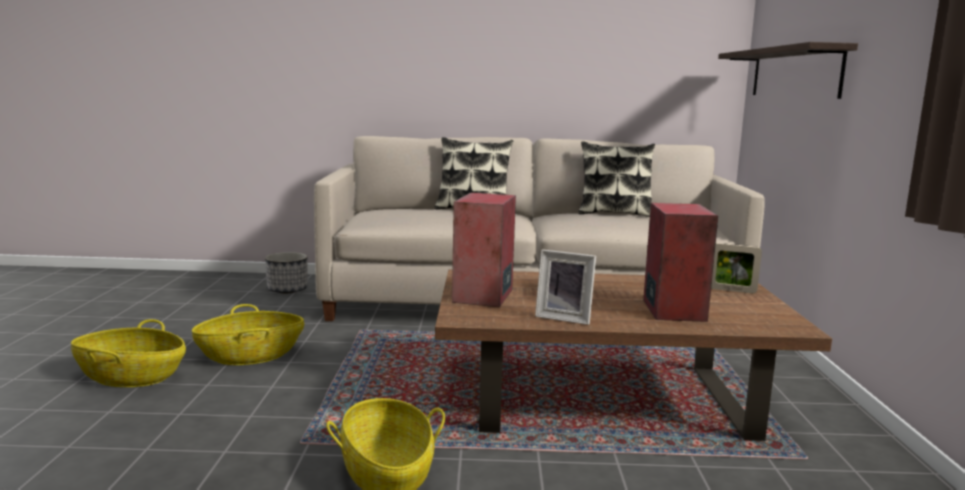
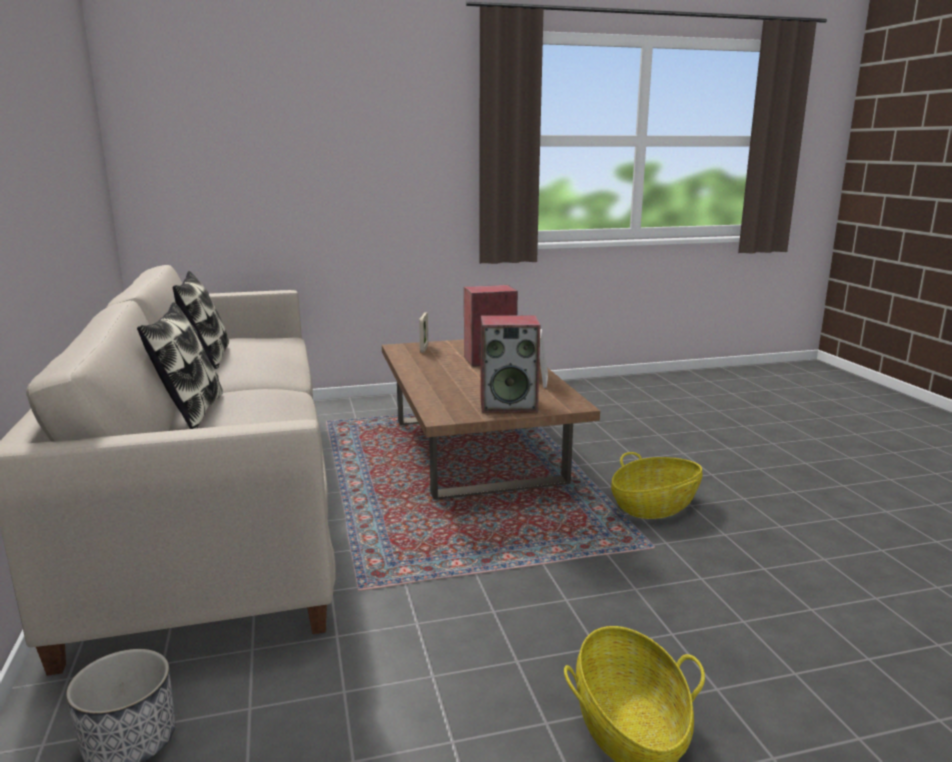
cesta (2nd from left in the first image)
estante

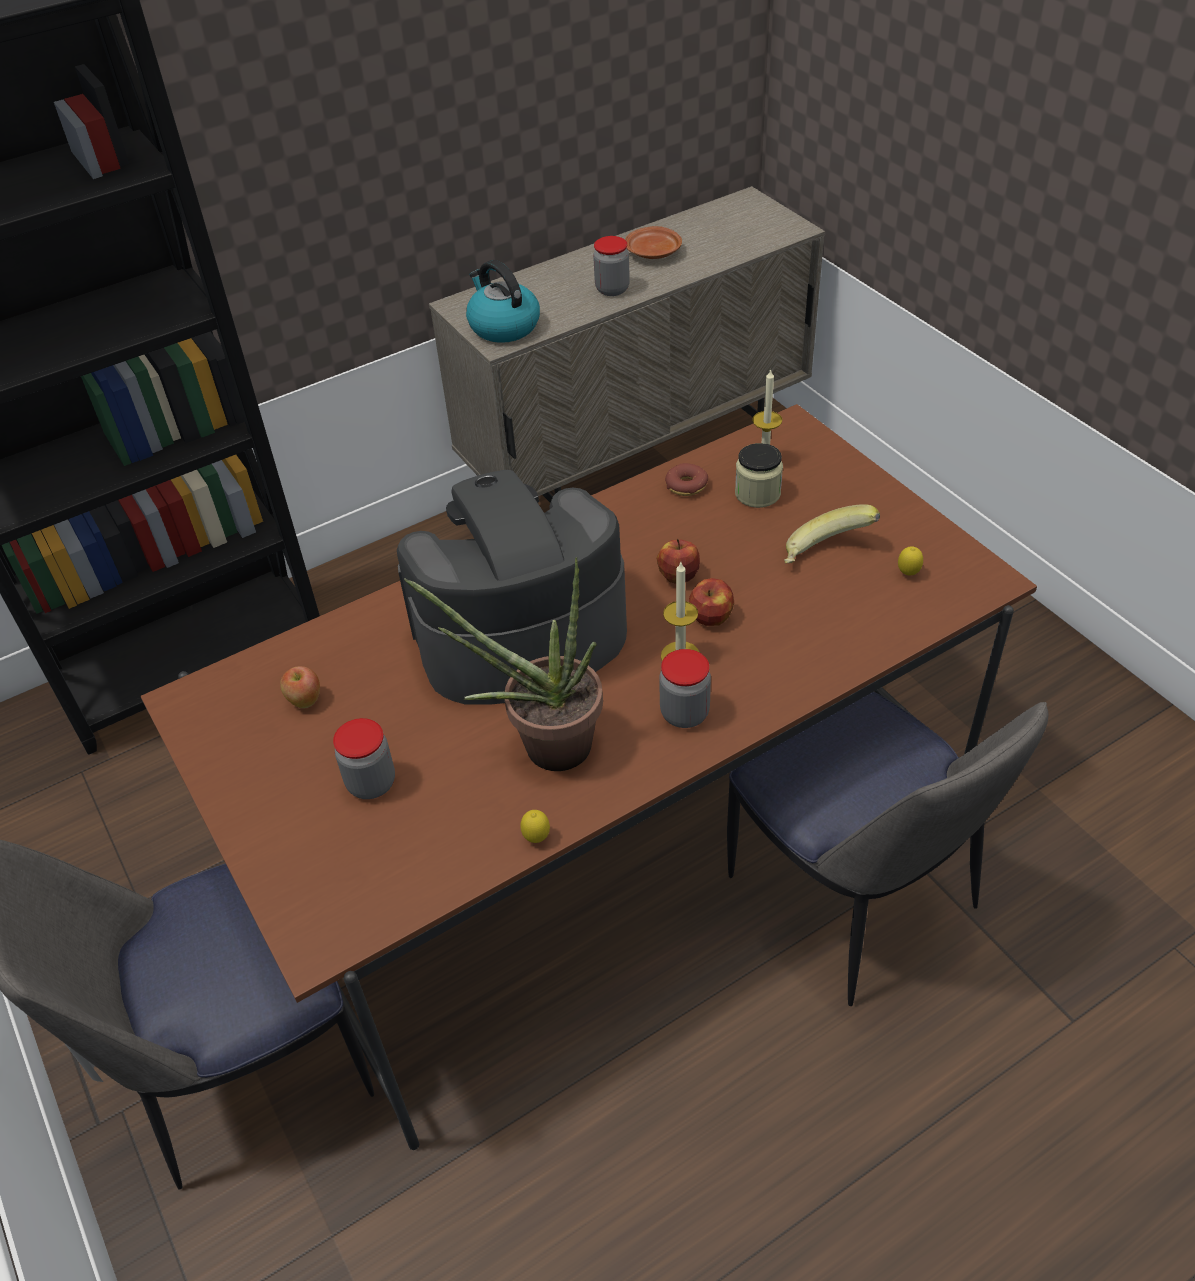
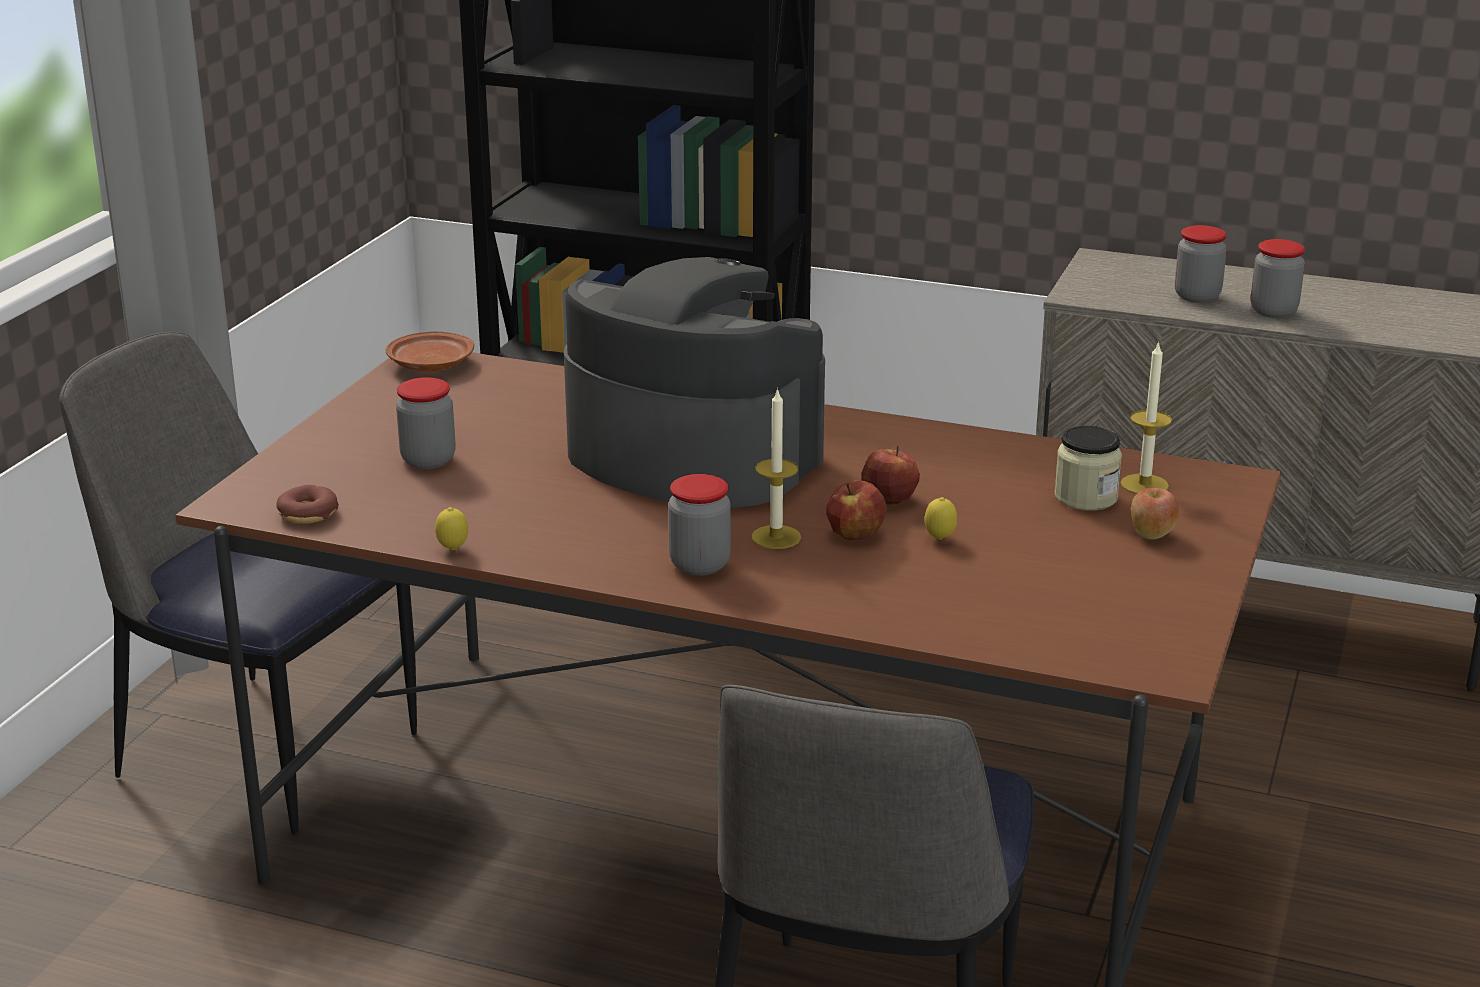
rosquilla
plato (marrón)
limón (2nd from left)
manzana (3rd from left)
tarro (4th from left)
planta en maceta
hervidor
plátano

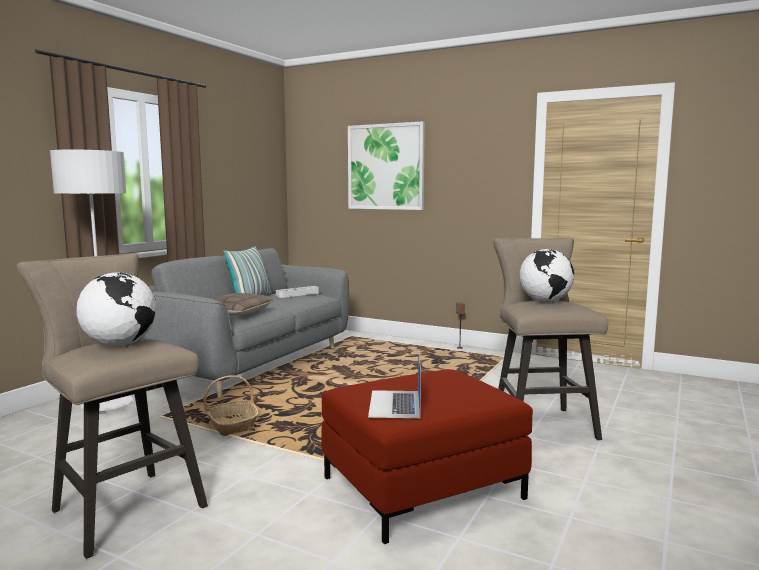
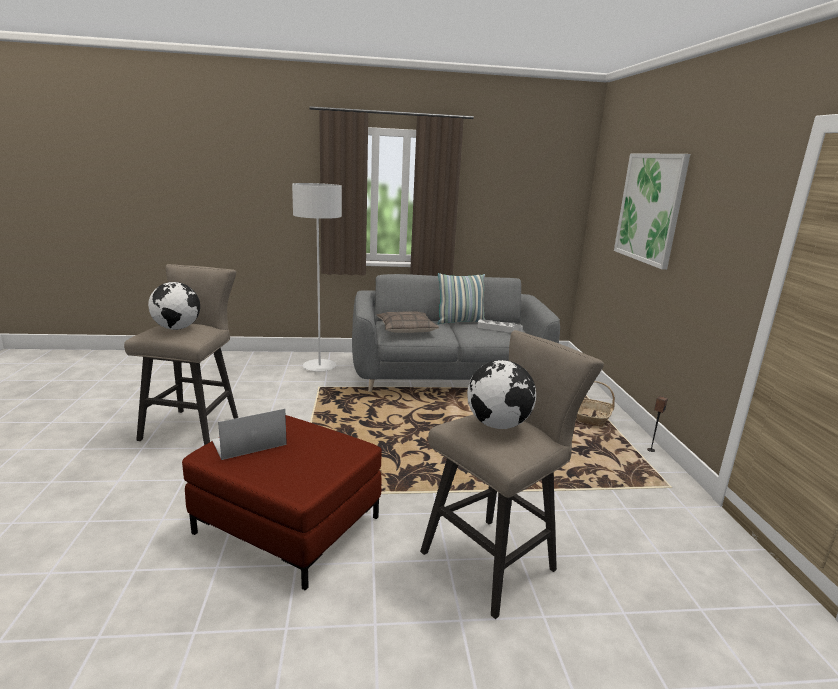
cesta

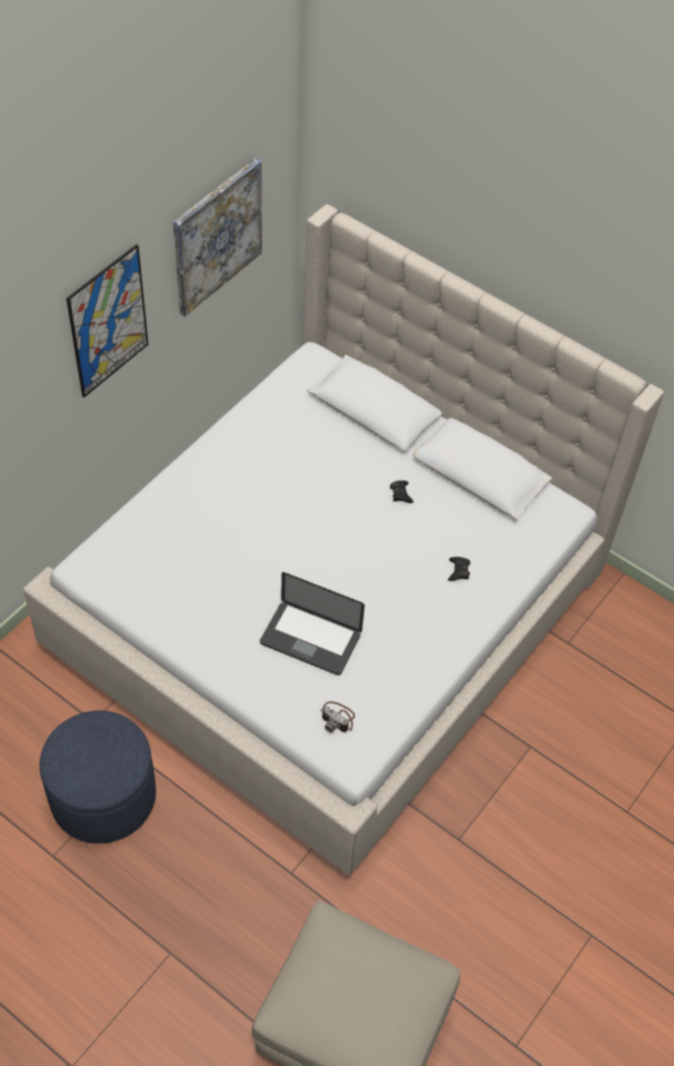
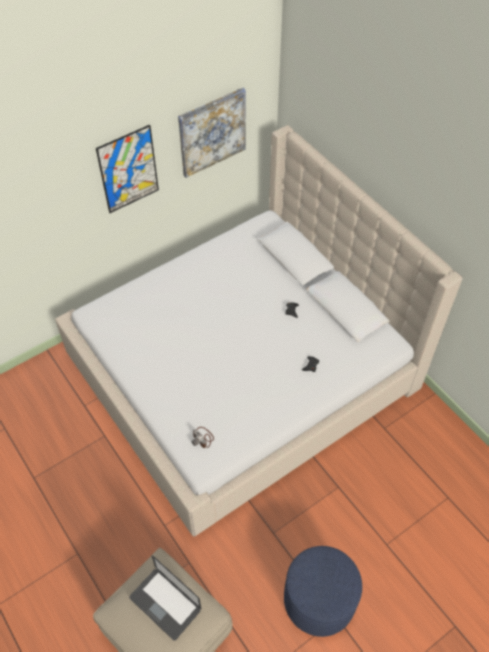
portátil
puf (azul)

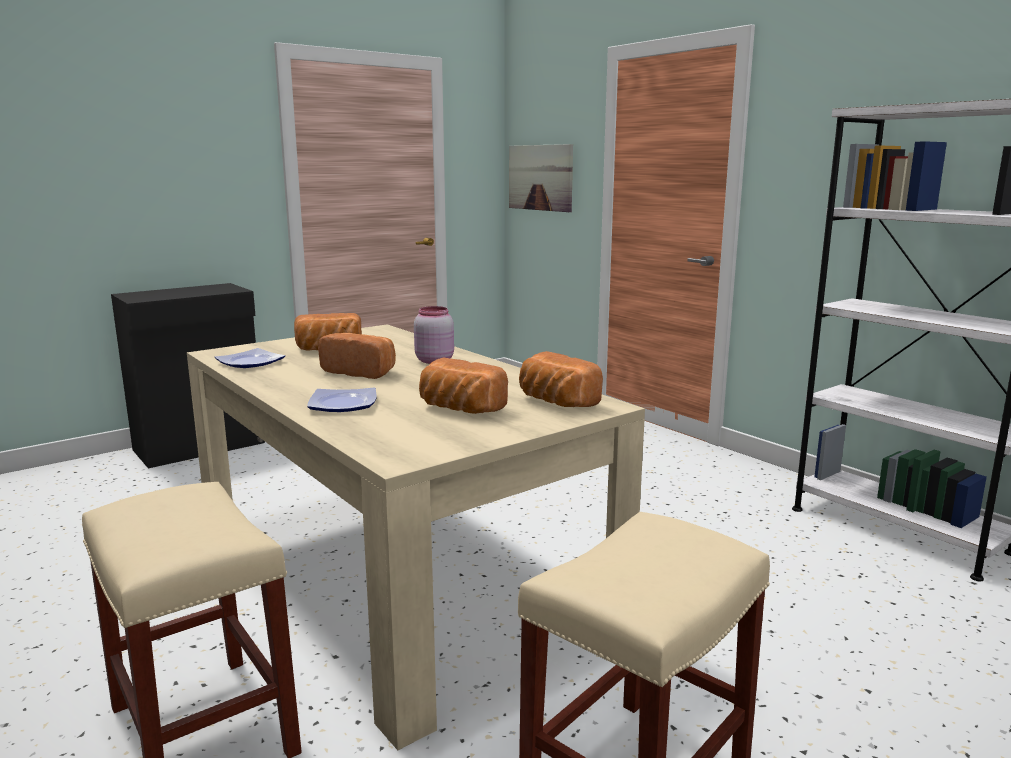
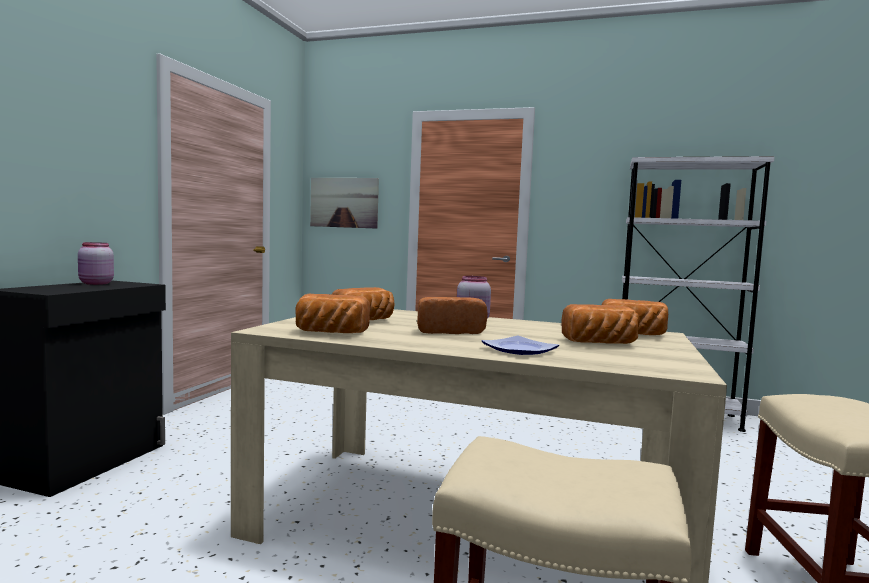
tarro (rosa) (1st from left)
pan (1st from left)

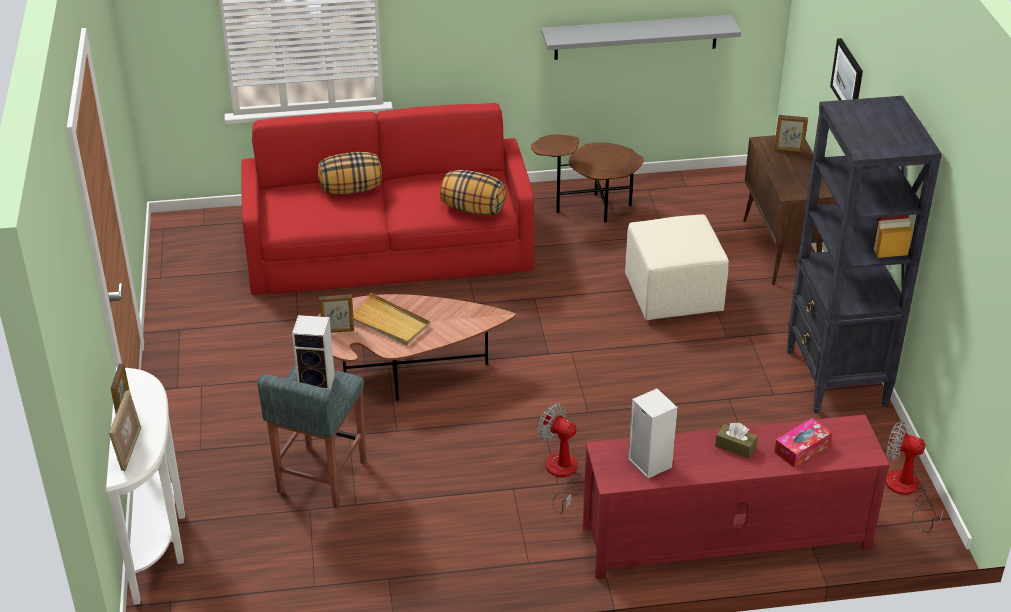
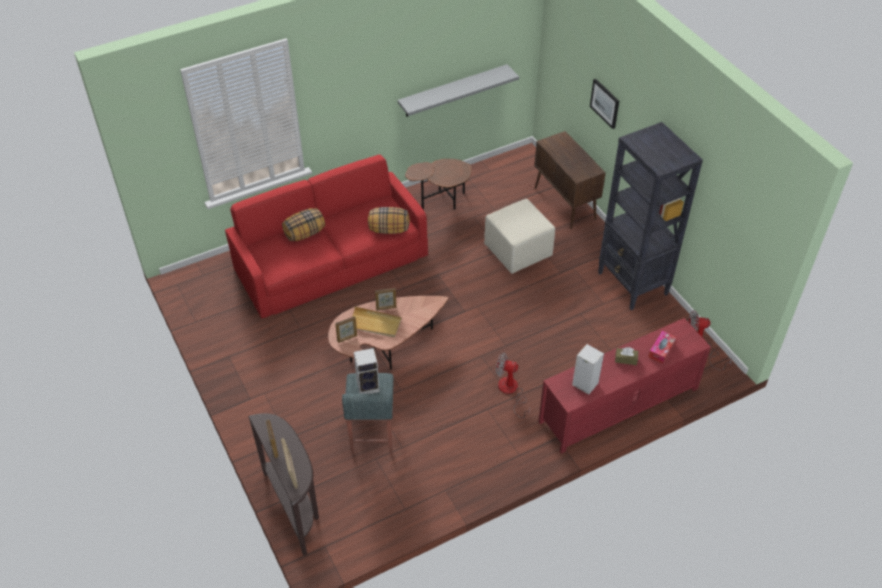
mesa consola (marrón)
portarretratos (4th from left)

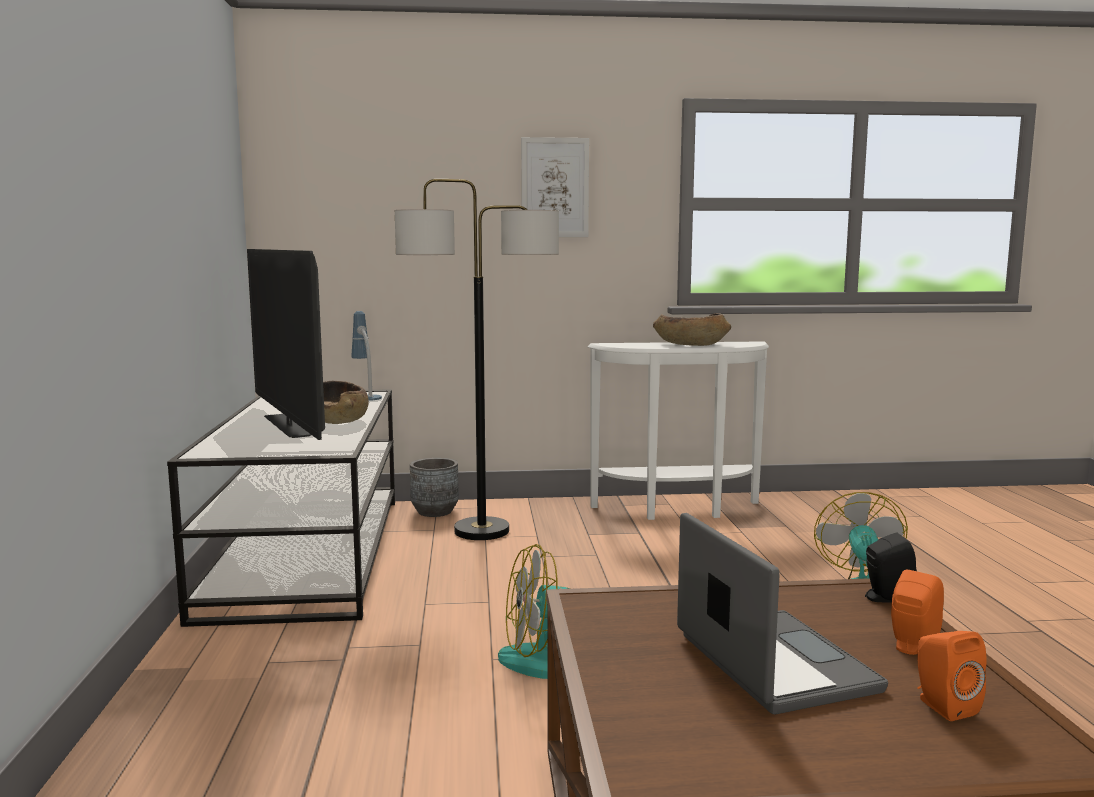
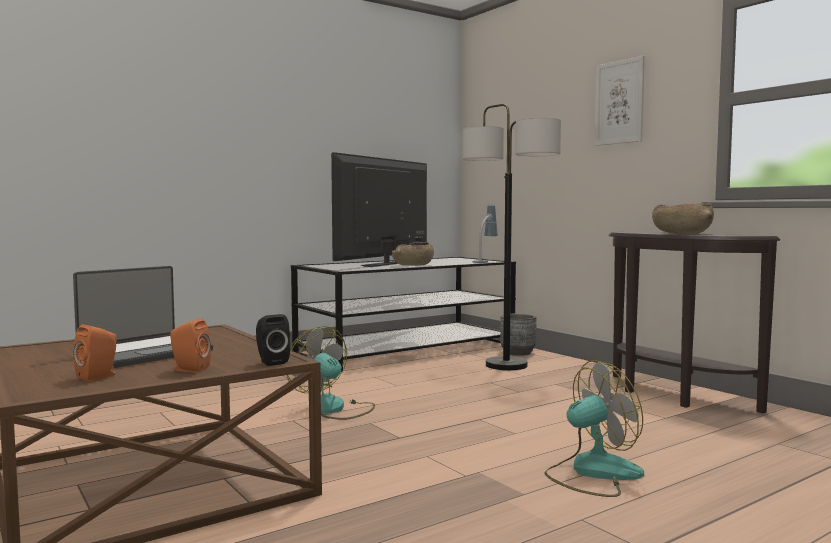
mesa consola (marrón)

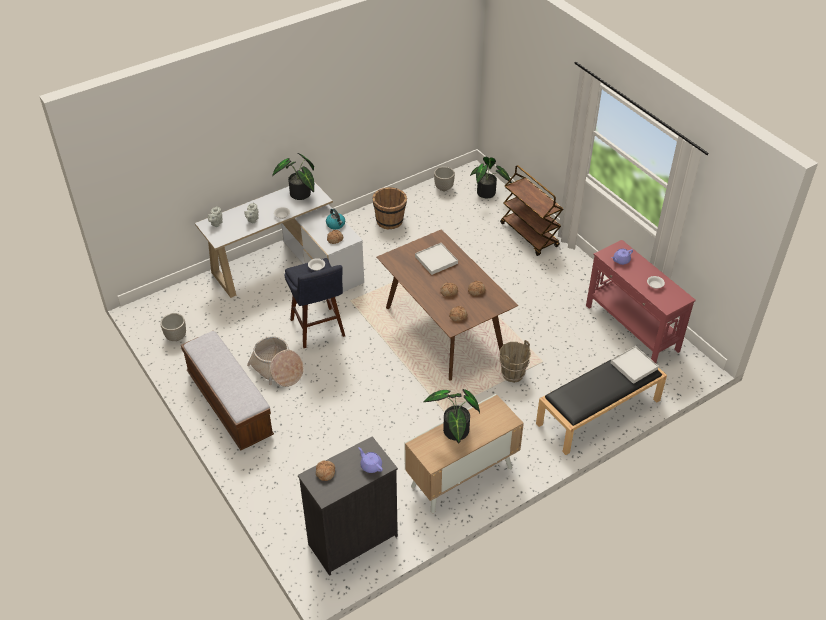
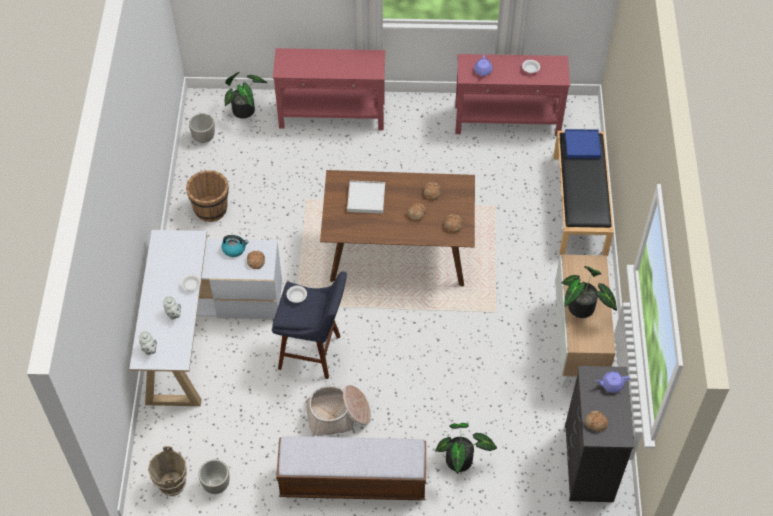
cubo (marrón) (1st from left)
mesa consola (rojo) (1st from left)
planta en maceta (2nd from left)
bandeja (azul)

